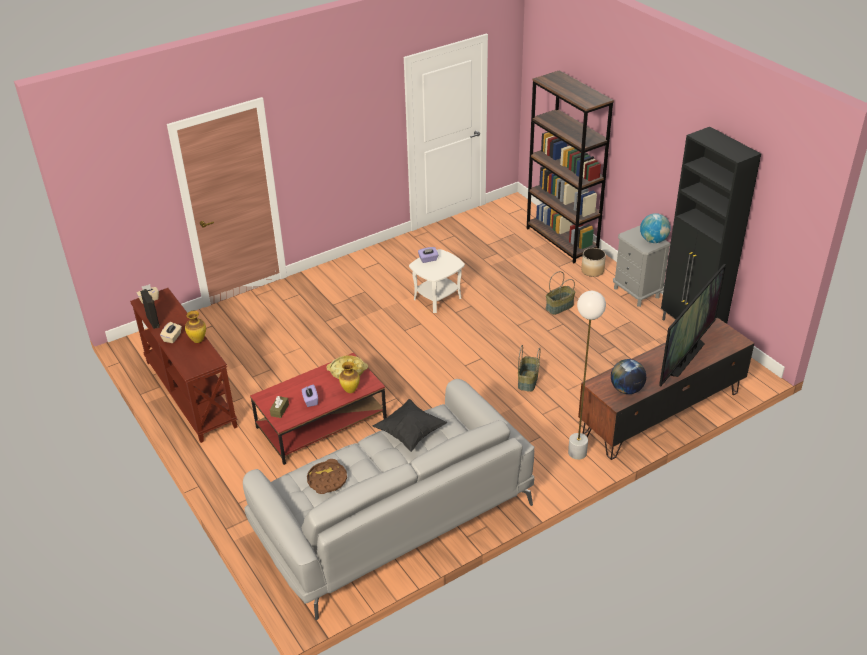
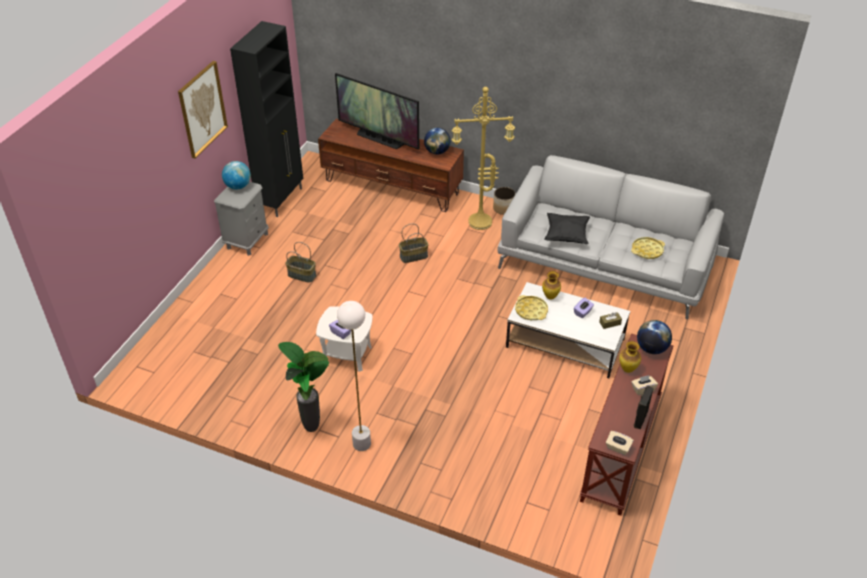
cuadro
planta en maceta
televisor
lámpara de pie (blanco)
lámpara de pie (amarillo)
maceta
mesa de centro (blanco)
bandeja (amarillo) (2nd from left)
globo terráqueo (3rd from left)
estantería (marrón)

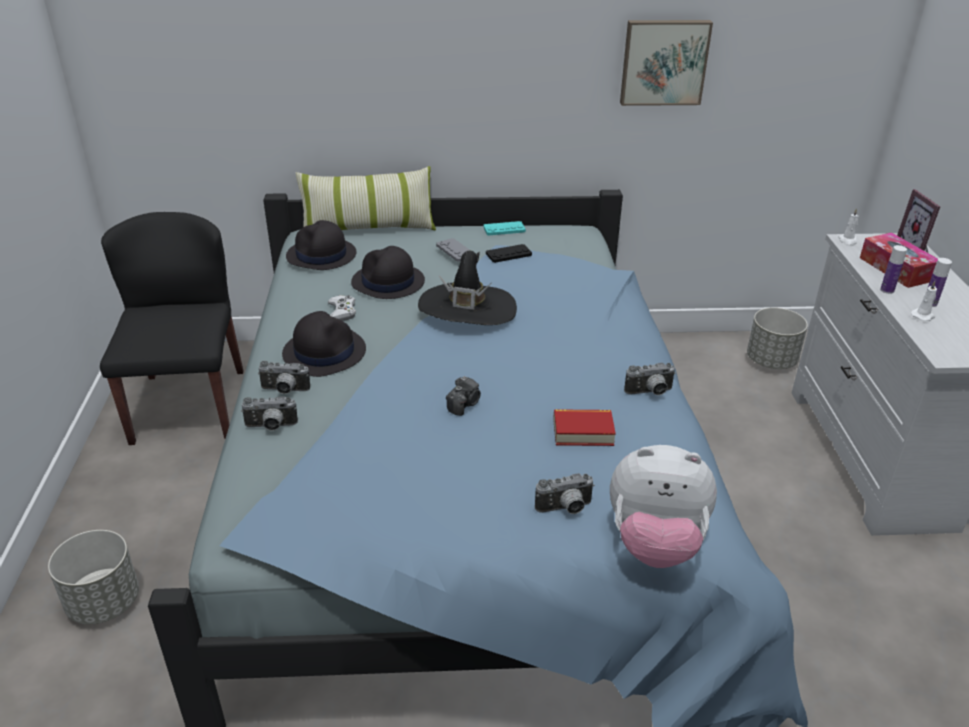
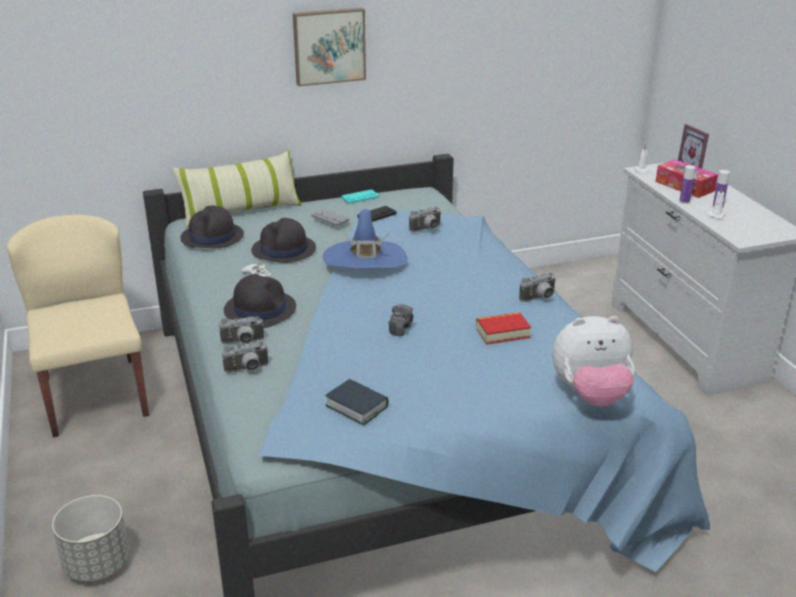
silla (beis)
cuadro
sombrero (azul)
libro (1st from left)
cámara (4th from left)
maceta (gris) (2nd from left in the first image)

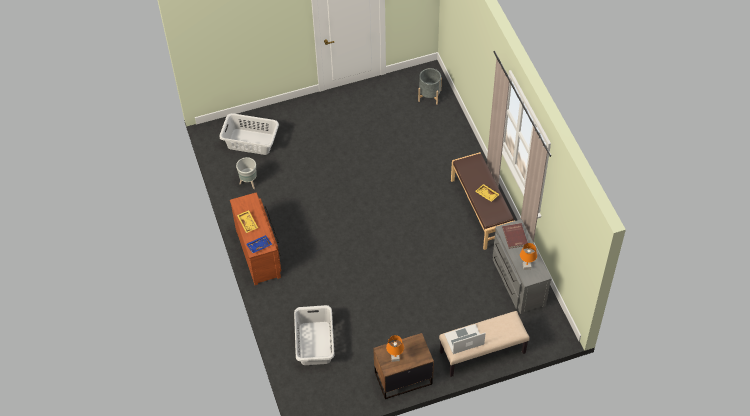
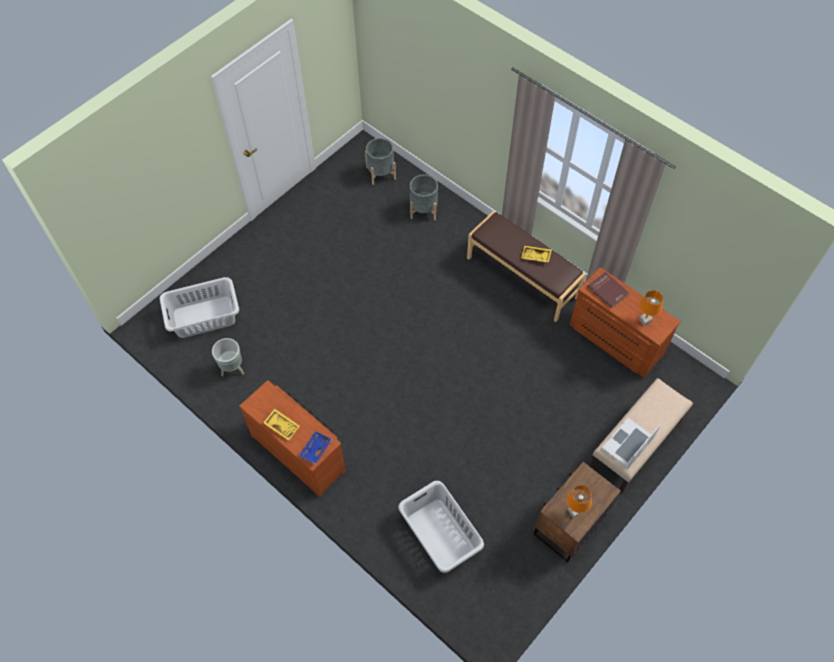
maceta (gris) (3rd from left)
cómoda (marrón) (2nd from left)

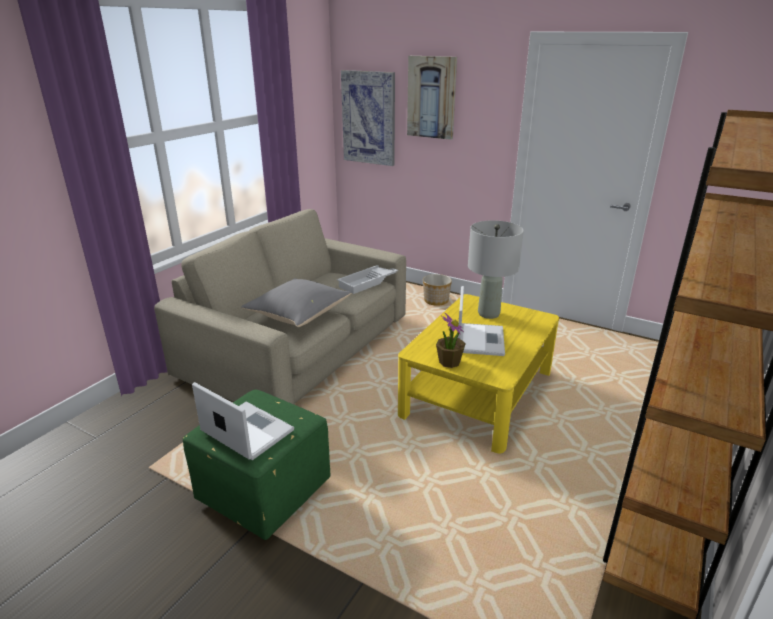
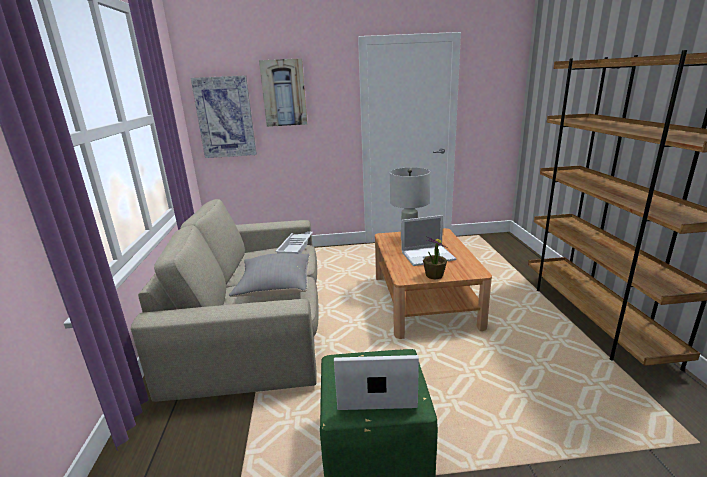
mesa de centro (marrón)
portátil (2nd from left)
maceta

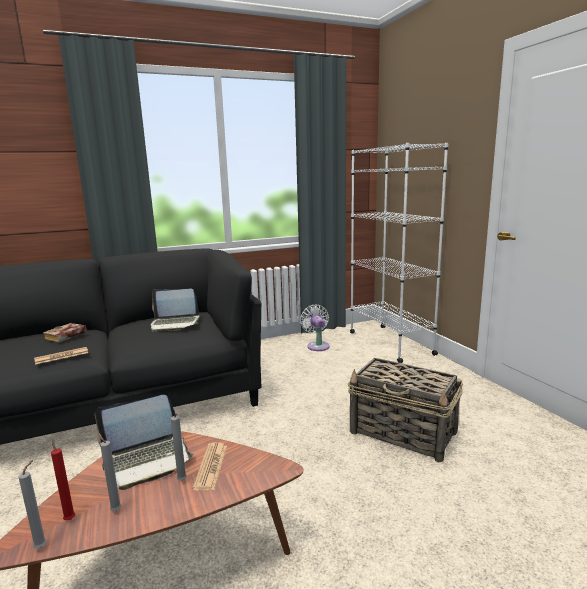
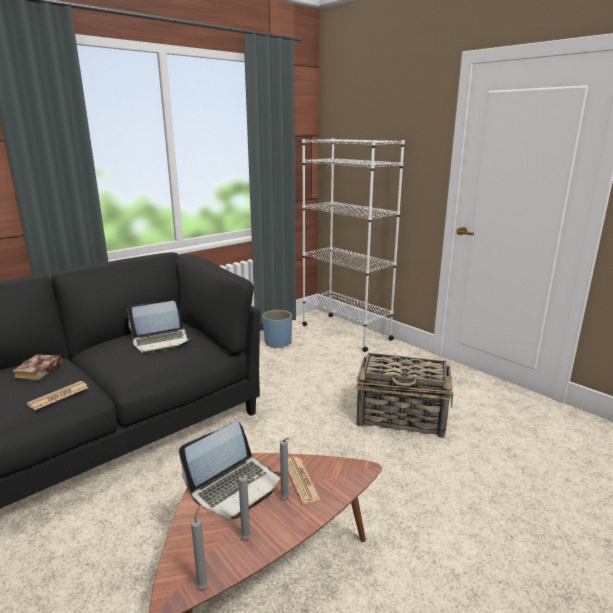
maceta (azul)
vela (rojo)

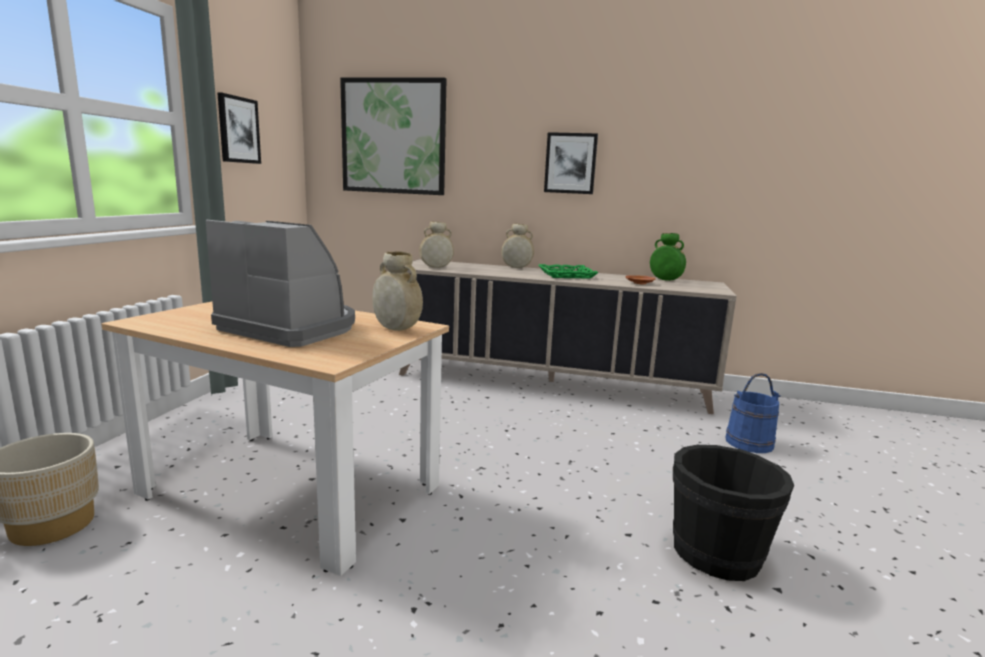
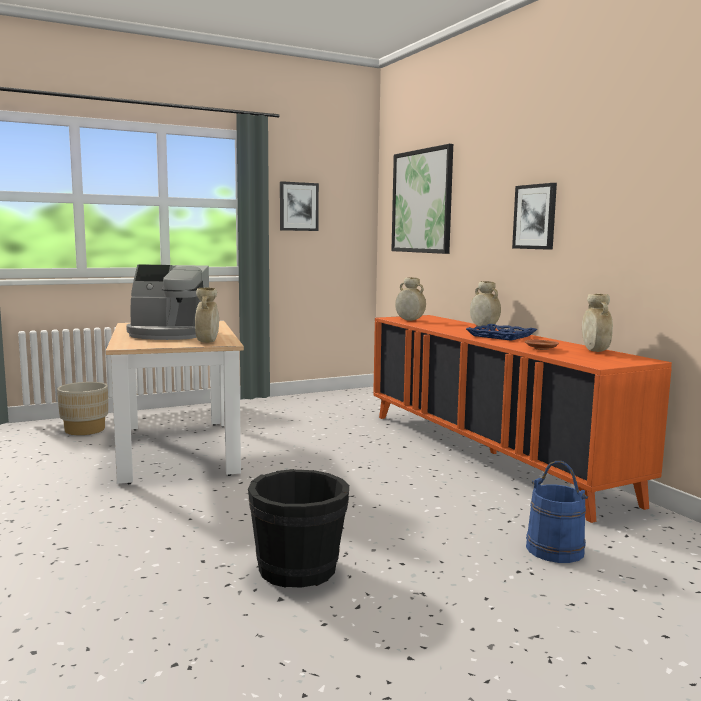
cafetera
armario (naranja)
bandeja (azul)
florero (beis) (4th from left)

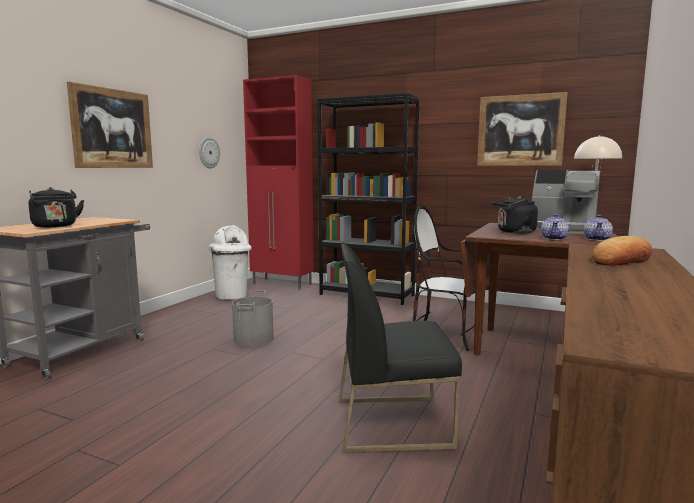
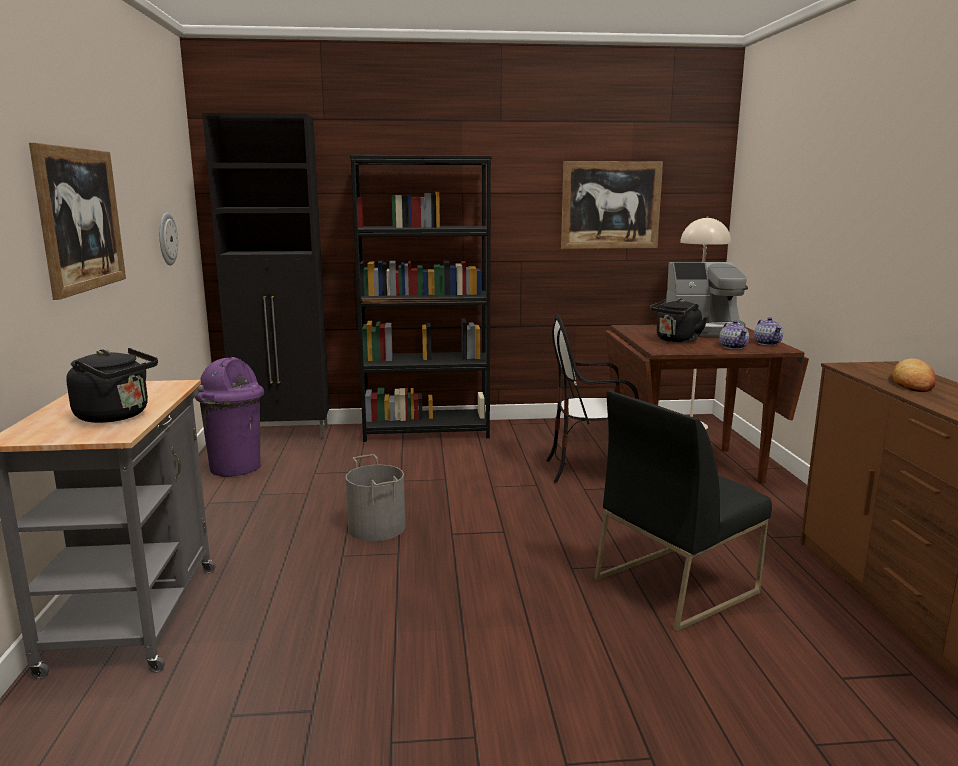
papelera (morado)
armario (negro)

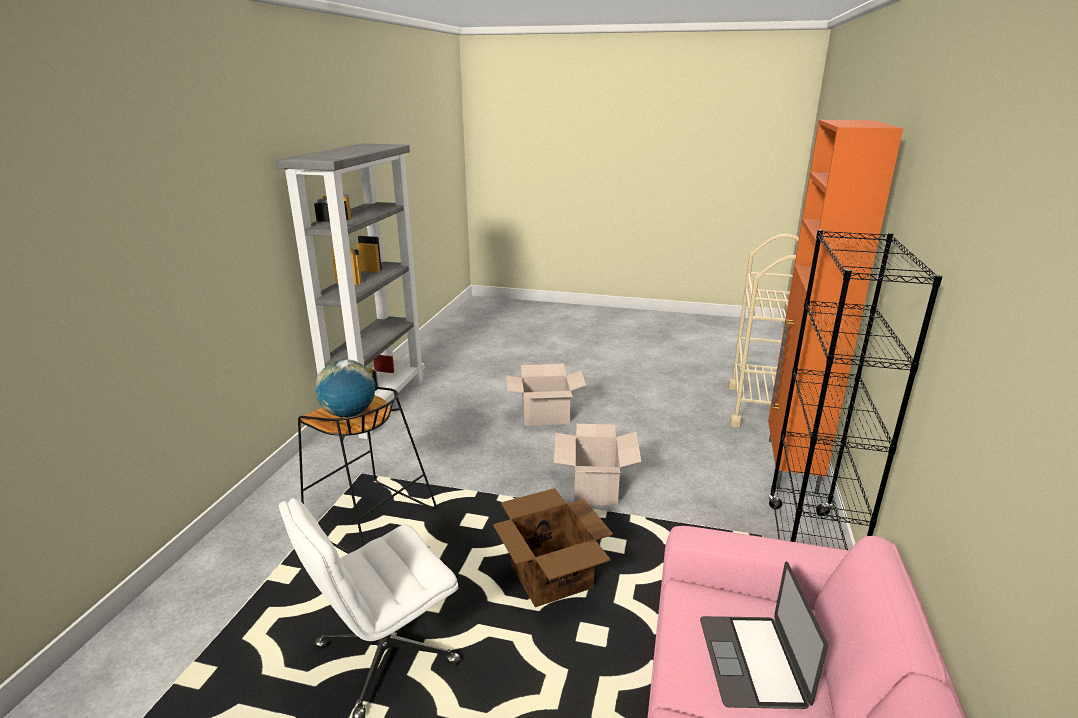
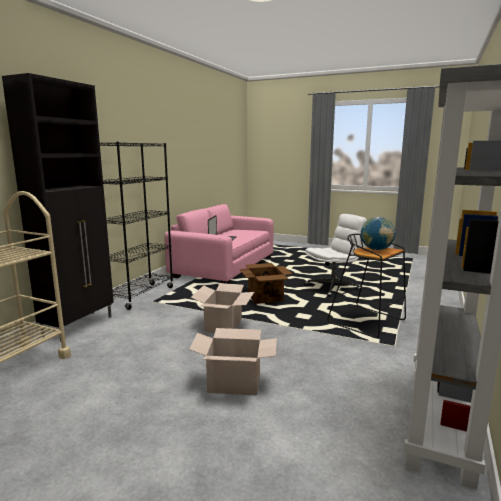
armario (negro)

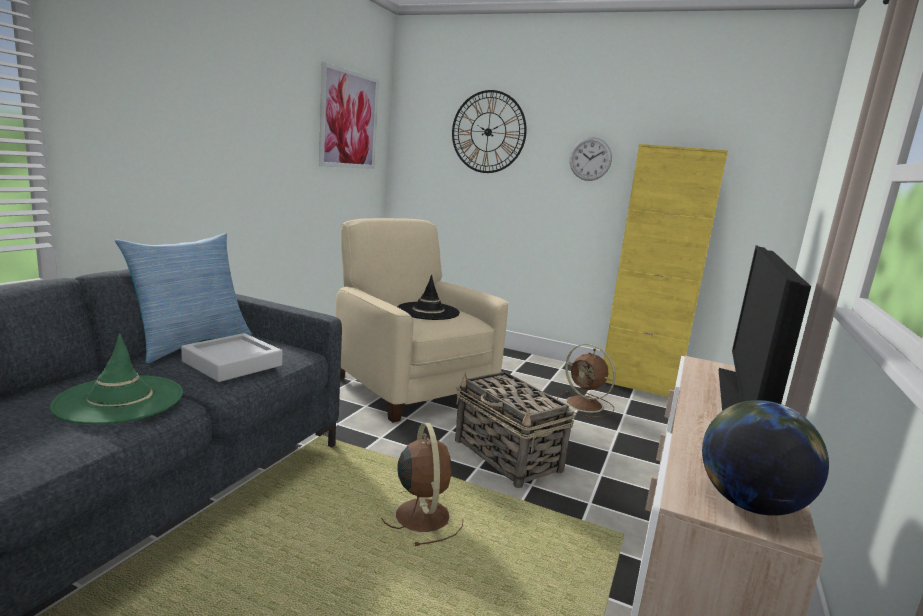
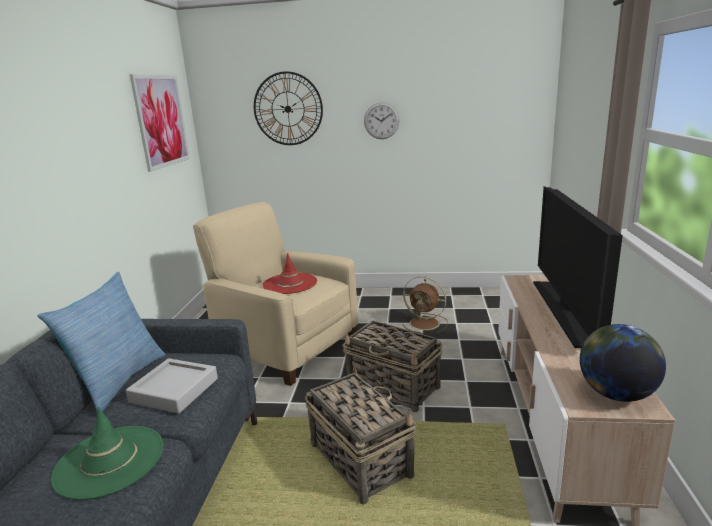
sombrero (rojo)
cesta (1st from left)
armario (amarillo)

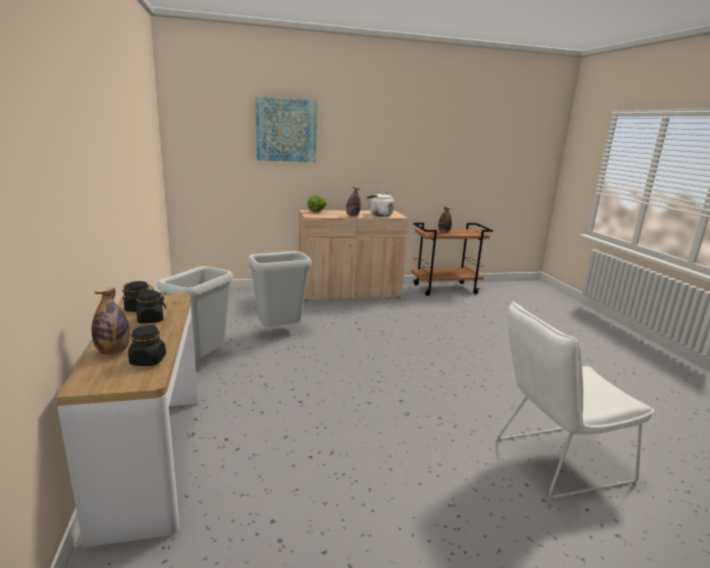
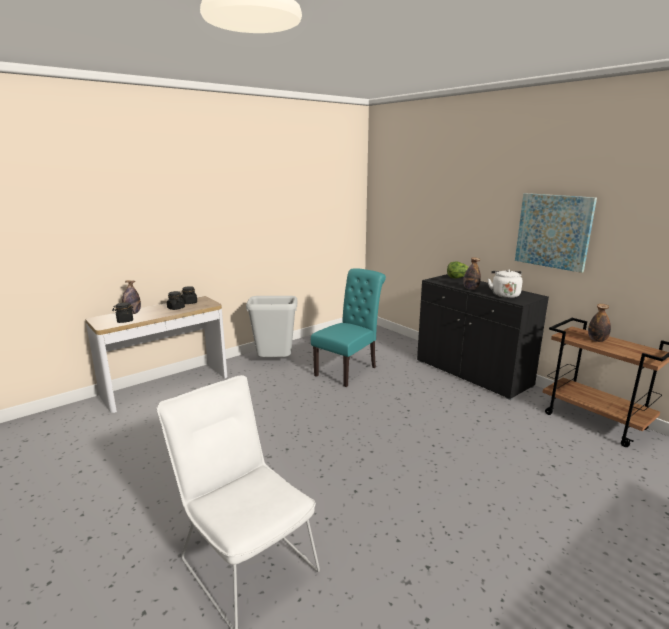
silla (turquesa)
armario (negro)
cuadro

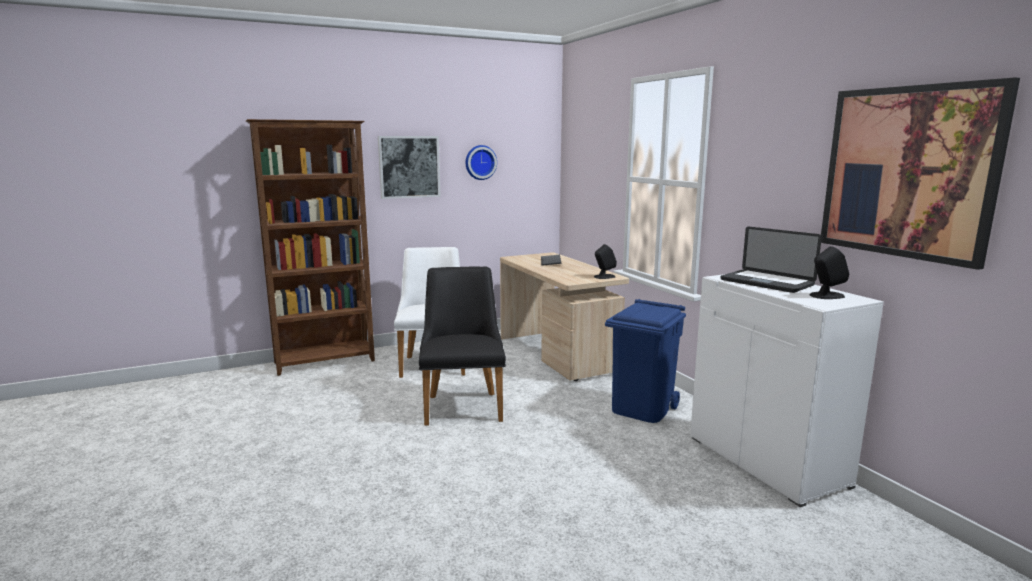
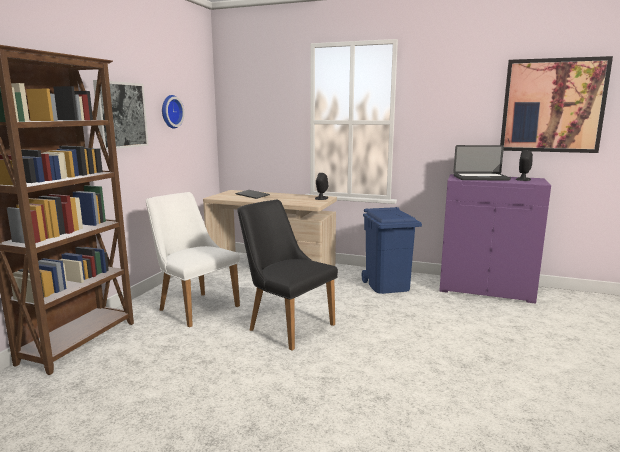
armario (morado)

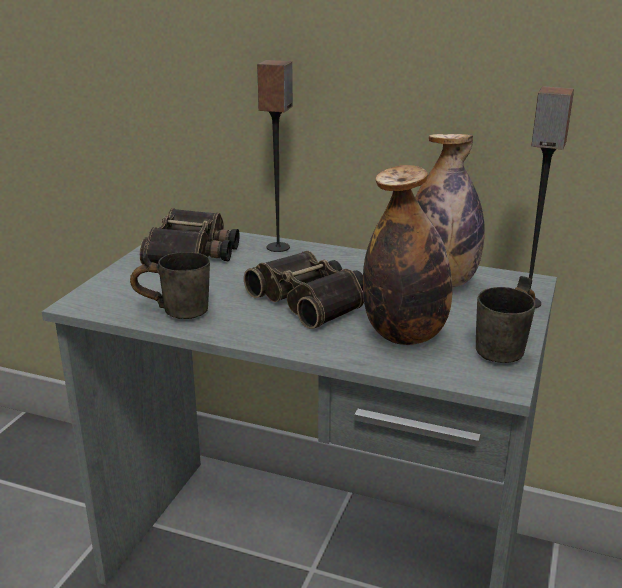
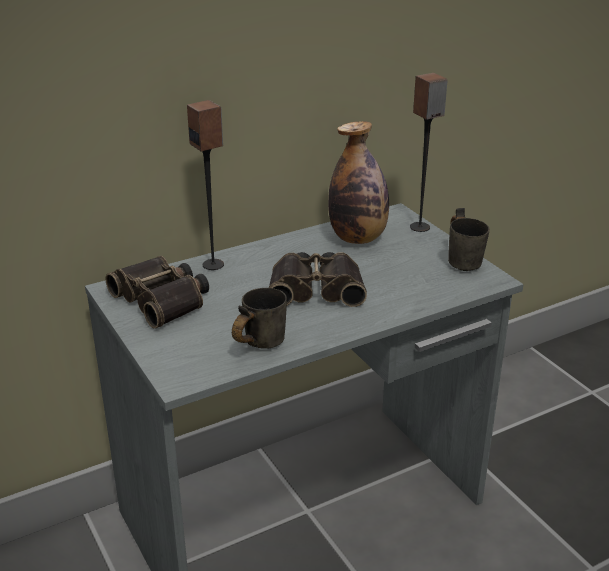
botella (1st from left in the first image)

